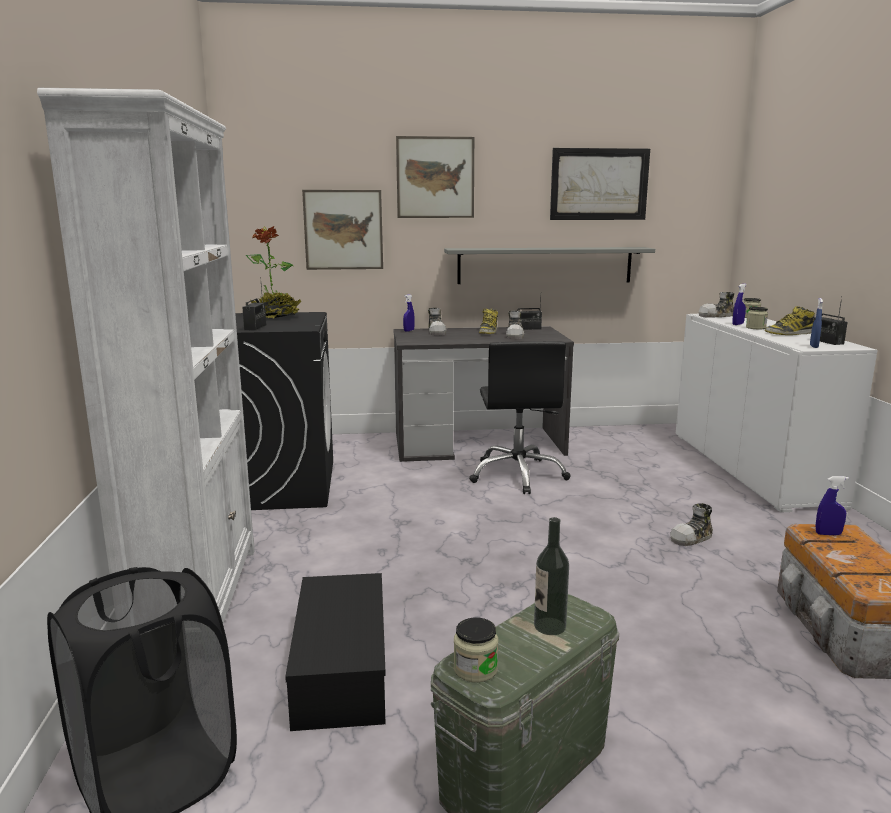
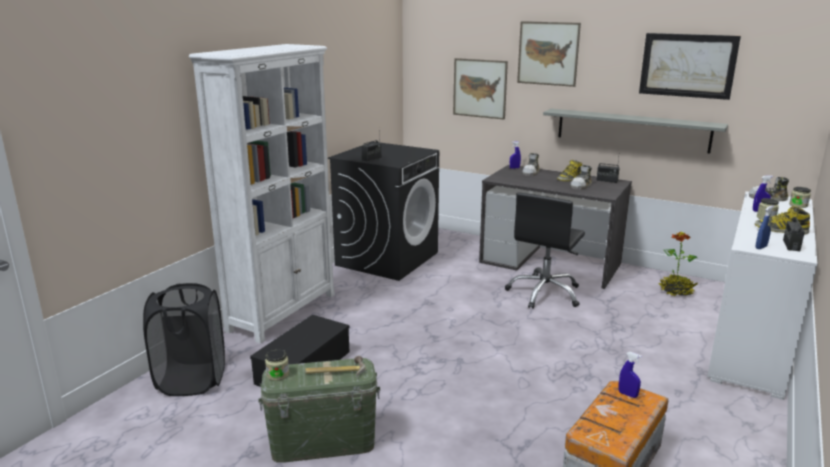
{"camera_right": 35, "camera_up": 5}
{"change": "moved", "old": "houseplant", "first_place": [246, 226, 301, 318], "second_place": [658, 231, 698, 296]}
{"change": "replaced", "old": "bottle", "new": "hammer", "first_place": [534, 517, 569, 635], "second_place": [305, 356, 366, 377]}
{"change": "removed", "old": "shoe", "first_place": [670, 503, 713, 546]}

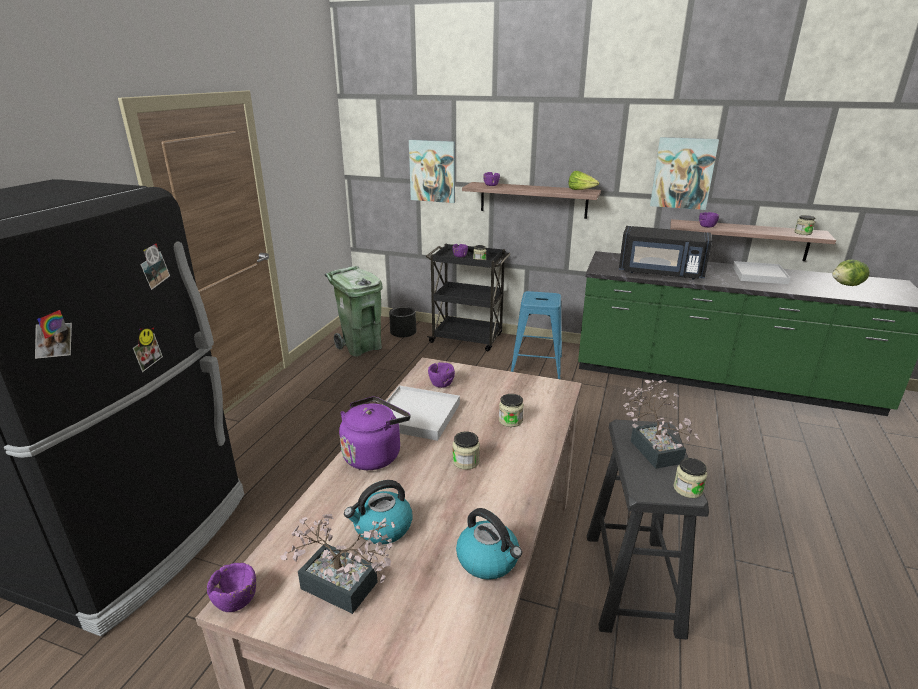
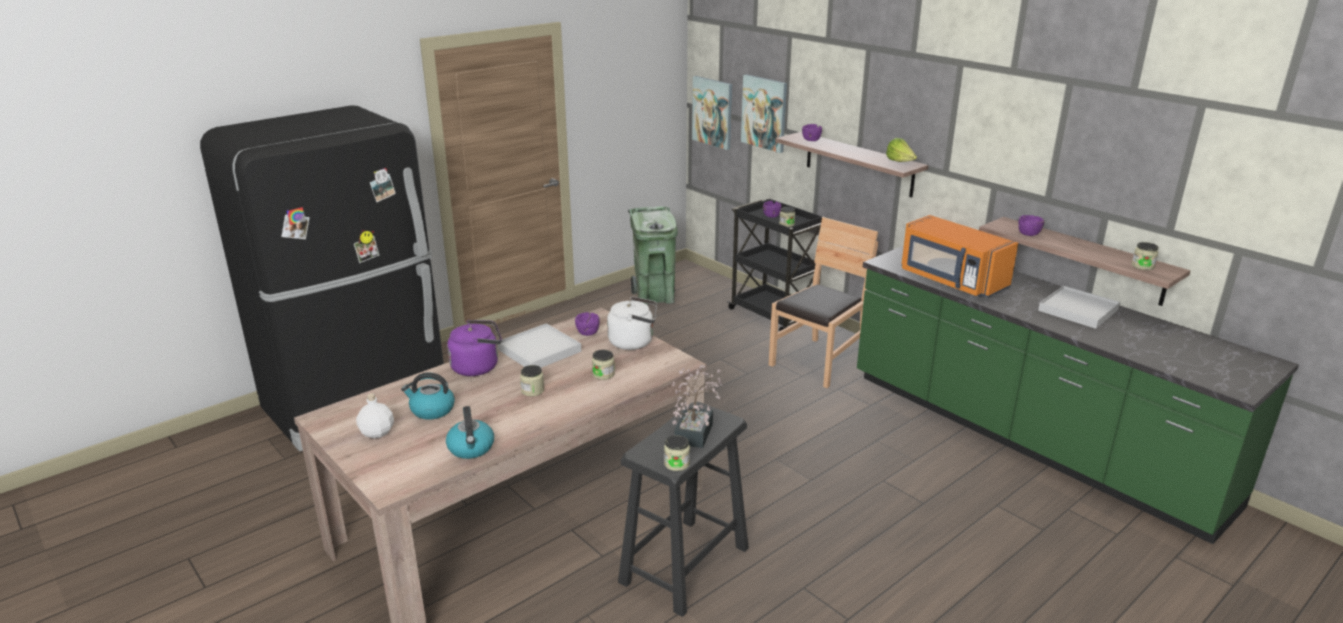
{"camera_right": 30, "camera_up": 0}
{"change": "removed", "old": "deep dish/purple", "first_place": [207, 563, 256, 612]}
{"change": "replaced", "old": "houseplant", "new": "bottle/white-coloured", "first_place": [280, 514, 395, 614], "second_place": [356, 393, 394, 438]}
{"change": "removed", "old": "plant pot/black-coloured", "first_place": [389, 306, 416, 338]}
{"change": "replaced", "old": "sitting stool/blue", "new": "chair/brown", "first_place": [511, 291, 562, 379], "second_place": [769, 217, 878, 388]}
{"change": "recoloured", "old": "microwave oven/black-coloured", "new": "microwave oven/orange-coloured", "first_place": [619, 226, 712, 280], "second_place": [901, 215, 1018, 298]}
{"change": "moved", "old": "wall art", "first_place": [650, 137, 719, 210], "second_place": [692, 76, 732, 150]}
{"change": "removed", "old": "lettuce head", "first_place": [832, 260, 870, 286]}
{"change": "added", "new": "water kettle/white-coloured", "second_place": [607, 296, 657, 350]}

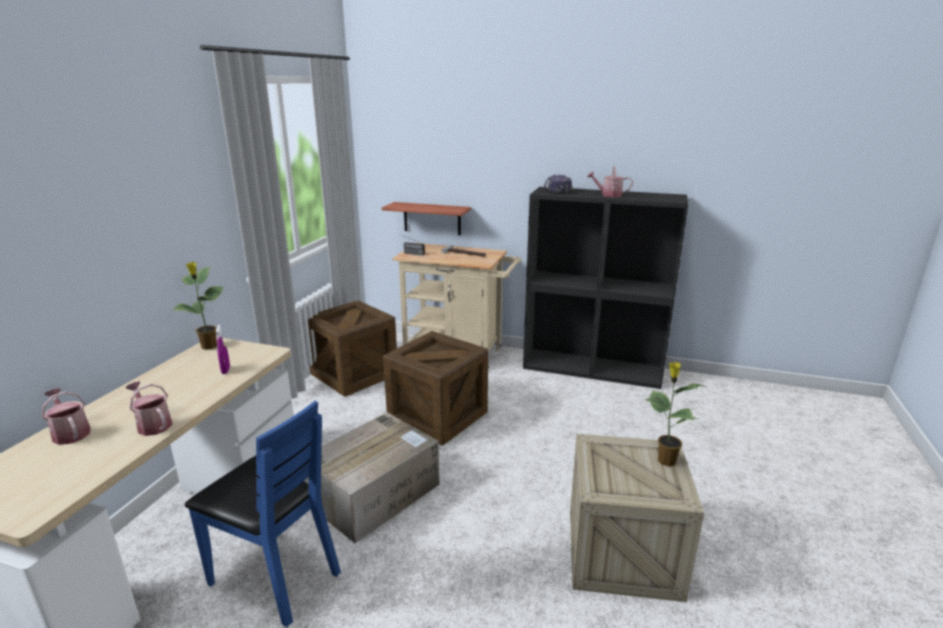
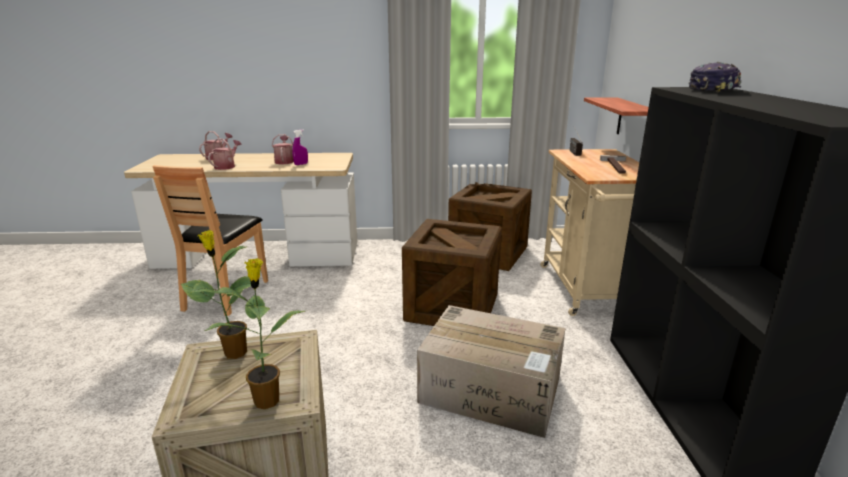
{"camera_right": 70, "camera_up": 0}
{"change": "moved", "old": "houseplant", "first_place": [173, 262, 224, 350], "second_place": [180, 230, 260, 359]}
{"change": "recoloured", "old": "chair/blue", "new": "chair/brown", "first_place": [185, 401, 341, 627], "second_place": [152, 165, 268, 316]}
{"change": "moved", "old": "carton", "first_place": [304, 412, 440, 543], "second_place": [417, 305, 565, 438]}
{"change": "moved", "old": "sprinkling can", "first_place": [587, 166, 633, 197], "second_place": [272, 134, 294, 164]}

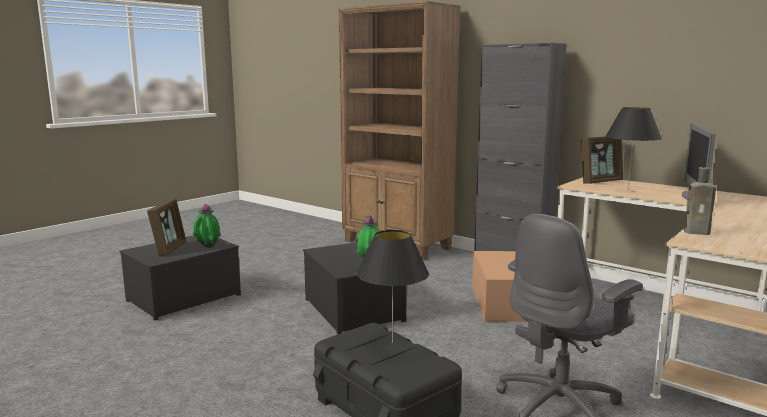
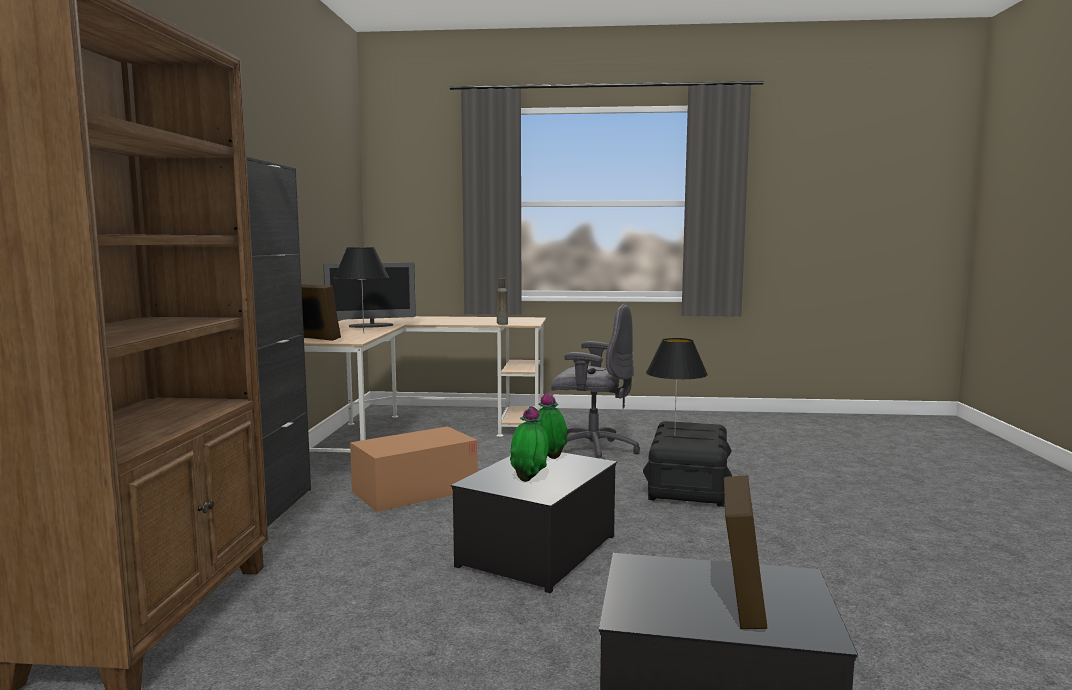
{"camera_right": -125, "camera_up": -5}
{"change": "turned", "old": "standing frame", "first_place": [147, 199, 186, 256], "second_place": [724, 475, 768, 629], "degrees": 135}
{"change": "moved", "old": "houseplant", "first_place": [193, 204, 221, 248], "second_place": [510, 406, 548, 482]}

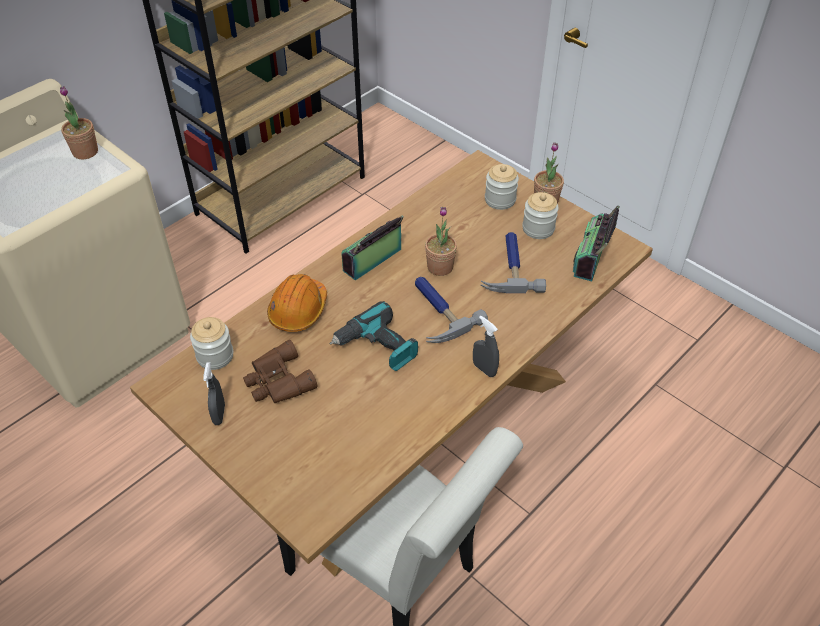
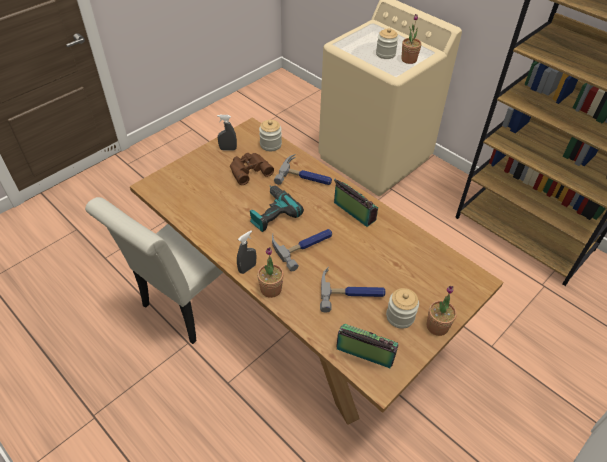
{"camera_right": 90, "camera_up": 0}
{"change": "replaced", "old": "work helmet/orange-coloured", "new": "hammer", "first_place": [267, 274, 327, 332], "second_place": [274, 154, 332, 185]}
{"change": "moved", "old": "houseplant", "first_place": [425, 207, 457, 276], "second_place": [257, 247, 284, 298]}
{"change": "moved", "old": "preserve jar", "first_place": [485, 164, 519, 210], "second_place": [376, 28, 398, 59]}

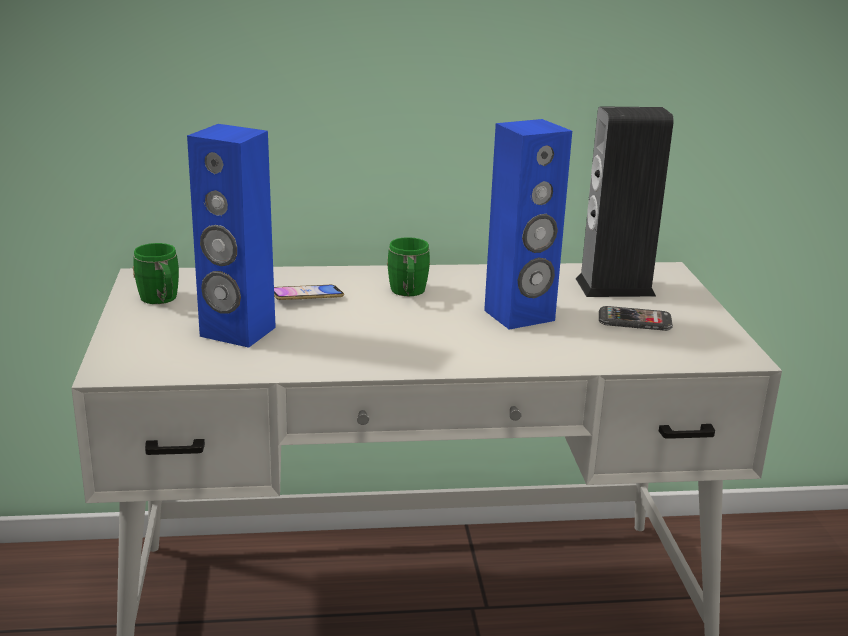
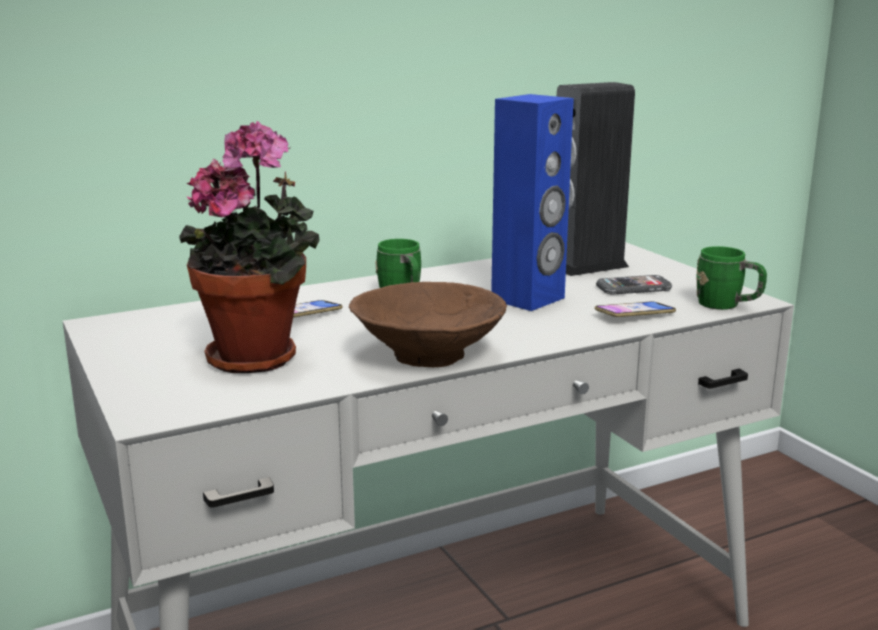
{"camera_right": -20, "camera_up": -5}
{"change": "moved", "old": "tea mug/green-coloured", "first_place": [132, 243, 179, 304], "second_place": [696, 246, 767, 310]}
{"change": "replaced", "old": "speaker/blue", "new": "houseplant", "first_place": [187, 124, 276, 348], "second_place": [179, 121, 320, 373]}
{"change": "added", "new": "deep dish/brown", "second_place": [349, 282, 507, 367]}
{"change": "added", "new": "handset", "second_place": [595, 302, 676, 317]}

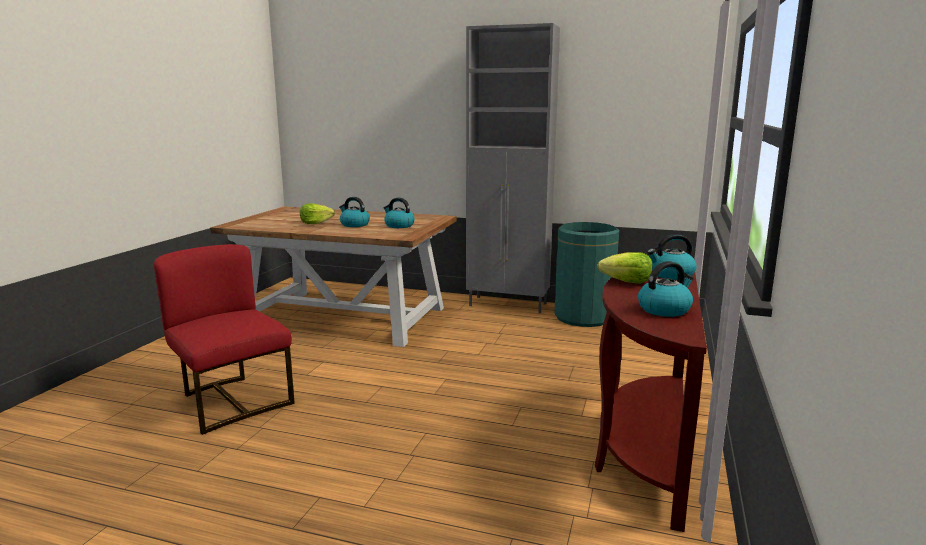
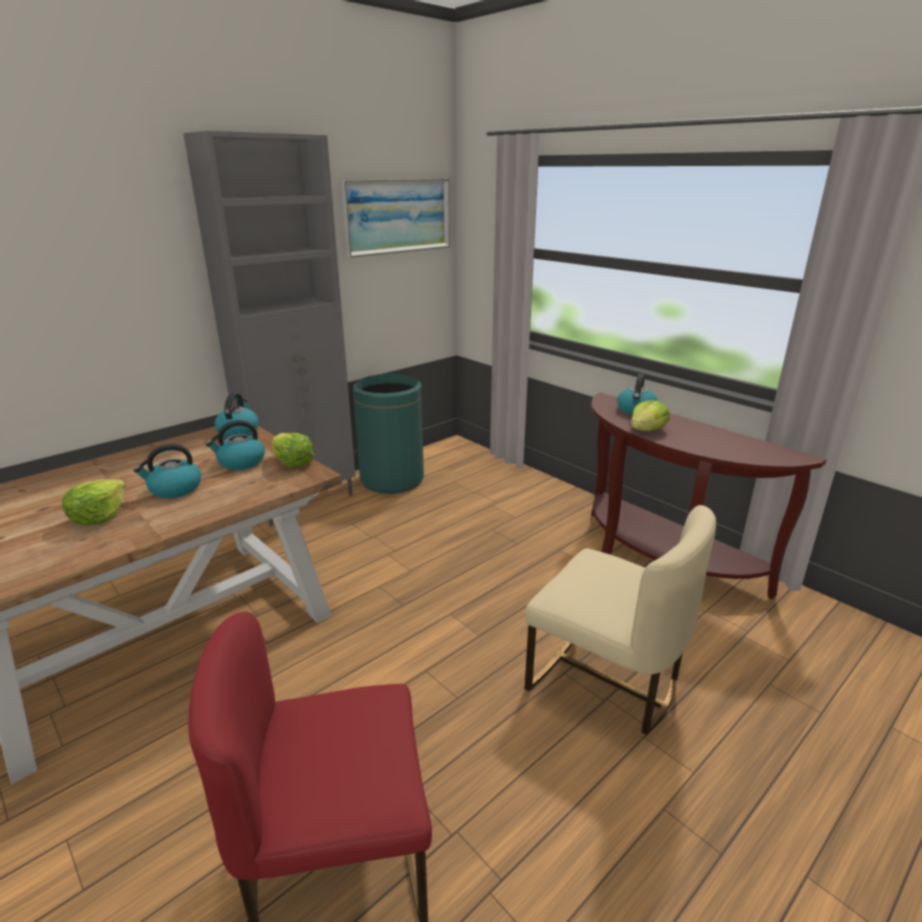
{"camera_right": -60, "camera_up": 10}
{"change": "moved", "old": "water kettle", "first_place": [638, 261, 694, 317], "second_place": [215, 393, 259, 438]}
{"change": "added", "new": "lettuce head", "second_place": [272, 433, 315, 468]}
{"change": "added", "new": "wall art", "second_place": [341, 179, 450, 258]}
{"change": "added", "new": "chair/beige-coloured", "second_place": [525, 505, 716, 735]}

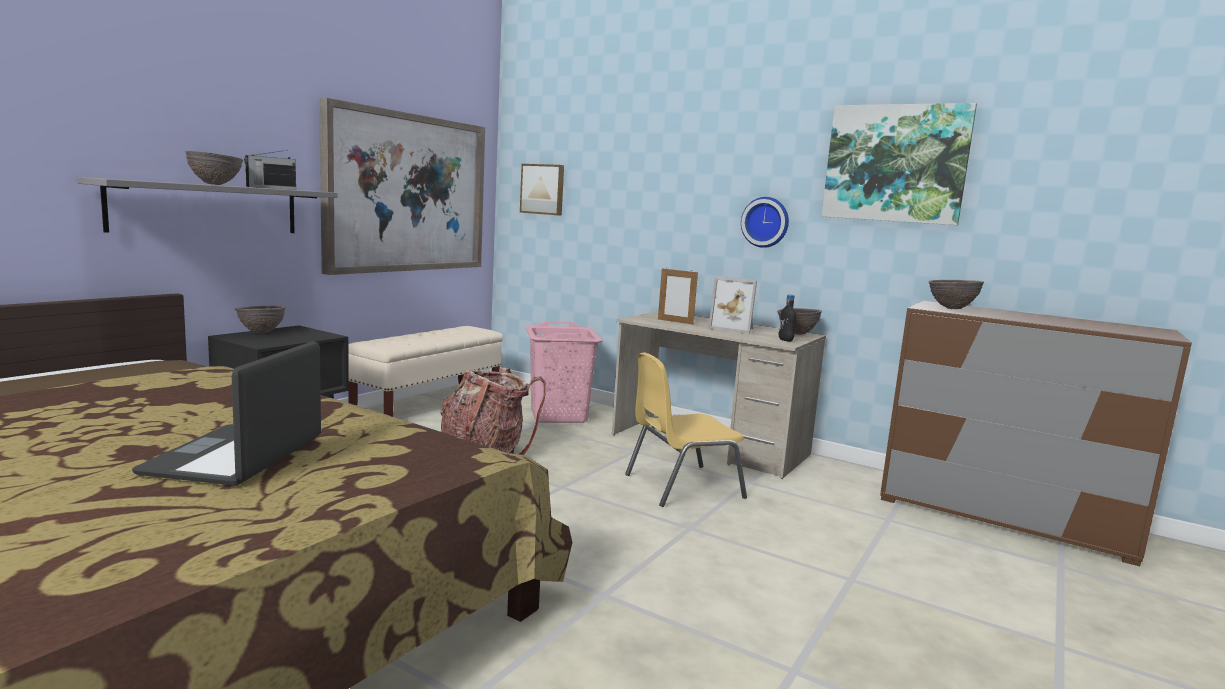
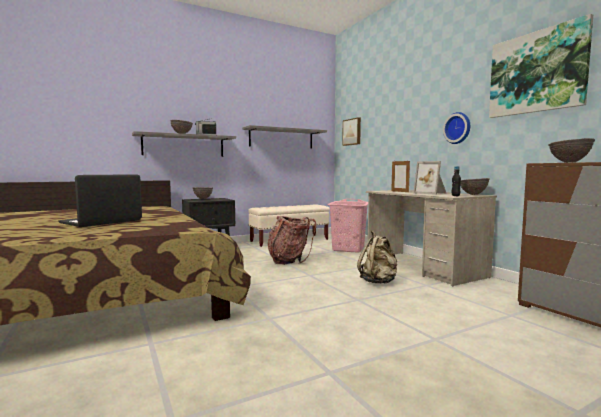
{"camera_right": 30, "camera_up": -5}
{"change": "replaced", "old": "wall art", "new": "wall shelf/gray", "first_place": [319, 98, 485, 275], "second_place": [242, 125, 327, 149]}
{"change": "replaced", "old": "chair/yellow-coloured", "new": "rucksack/beige-coloured", "first_place": [625, 352, 747, 507], "second_place": [357, 230, 397, 284]}

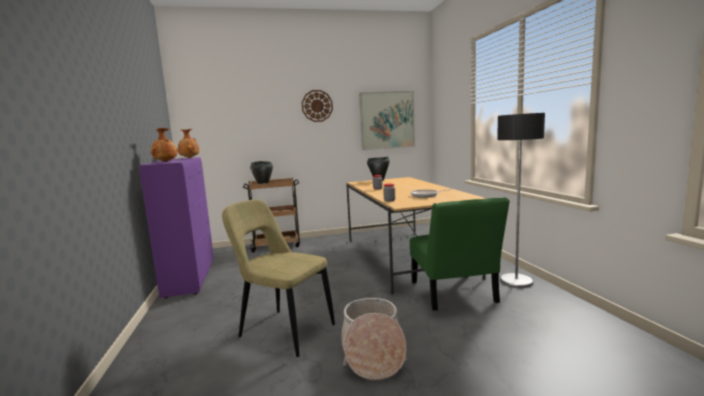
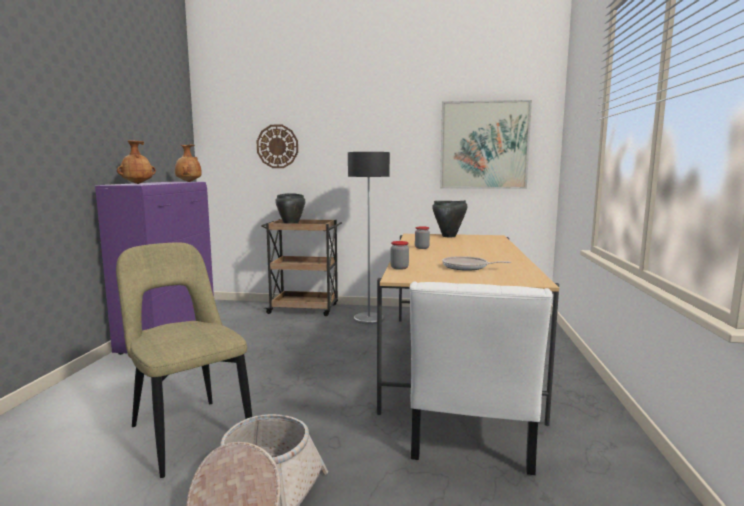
{"camera_right": 20, "camera_up": 0}
{"change": "moved", "old": "wall clock", "first_place": [302, 90, 333, 122], "second_place": [257, 125, 298, 168]}
{"change": "recoloured", "old": "chair/green-coloured", "new": "chair/white-coloured", "first_place": [410, 197, 510, 311], "second_place": [410, 281, 553, 475]}
{"change": "moved", "old": "floor lamp", "first_place": [497, 113, 545, 288], "second_place": [348, 152, 390, 324]}

